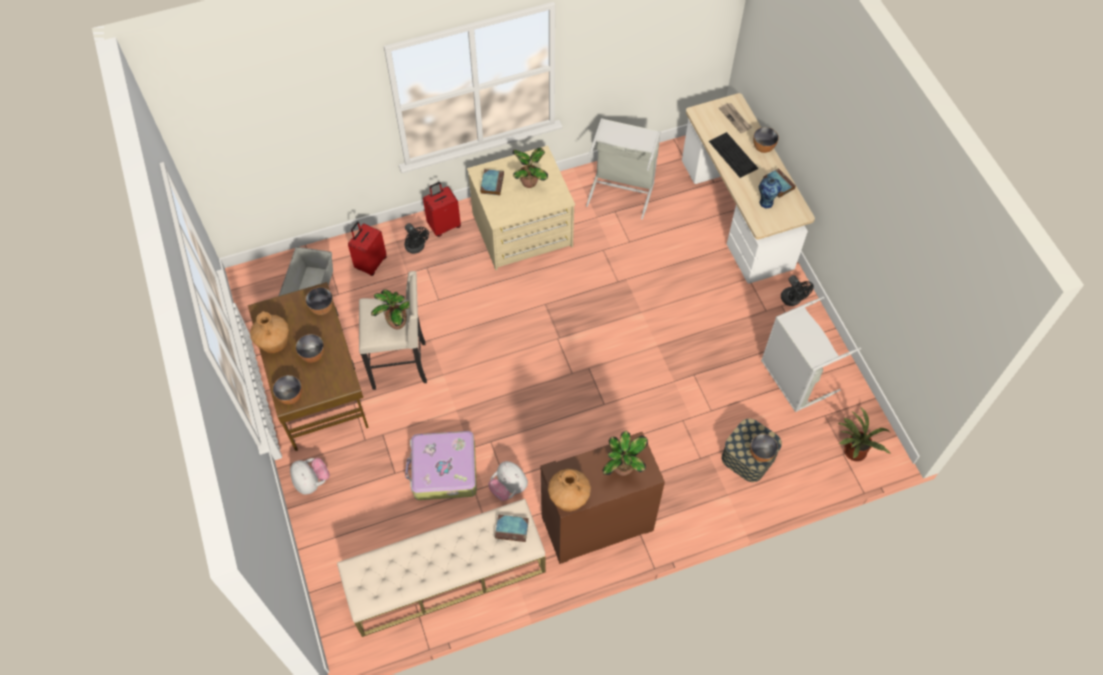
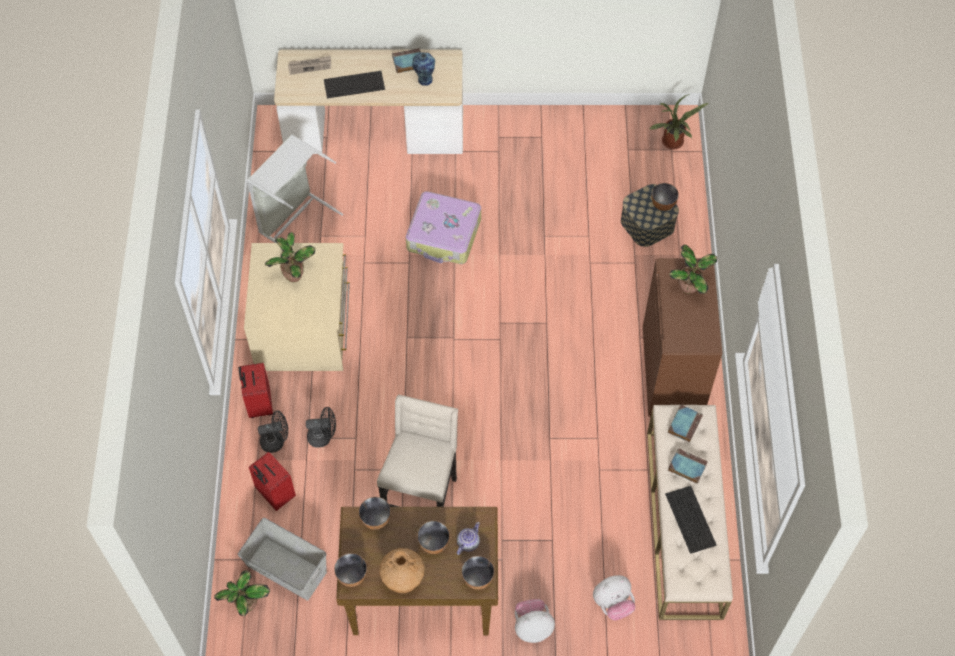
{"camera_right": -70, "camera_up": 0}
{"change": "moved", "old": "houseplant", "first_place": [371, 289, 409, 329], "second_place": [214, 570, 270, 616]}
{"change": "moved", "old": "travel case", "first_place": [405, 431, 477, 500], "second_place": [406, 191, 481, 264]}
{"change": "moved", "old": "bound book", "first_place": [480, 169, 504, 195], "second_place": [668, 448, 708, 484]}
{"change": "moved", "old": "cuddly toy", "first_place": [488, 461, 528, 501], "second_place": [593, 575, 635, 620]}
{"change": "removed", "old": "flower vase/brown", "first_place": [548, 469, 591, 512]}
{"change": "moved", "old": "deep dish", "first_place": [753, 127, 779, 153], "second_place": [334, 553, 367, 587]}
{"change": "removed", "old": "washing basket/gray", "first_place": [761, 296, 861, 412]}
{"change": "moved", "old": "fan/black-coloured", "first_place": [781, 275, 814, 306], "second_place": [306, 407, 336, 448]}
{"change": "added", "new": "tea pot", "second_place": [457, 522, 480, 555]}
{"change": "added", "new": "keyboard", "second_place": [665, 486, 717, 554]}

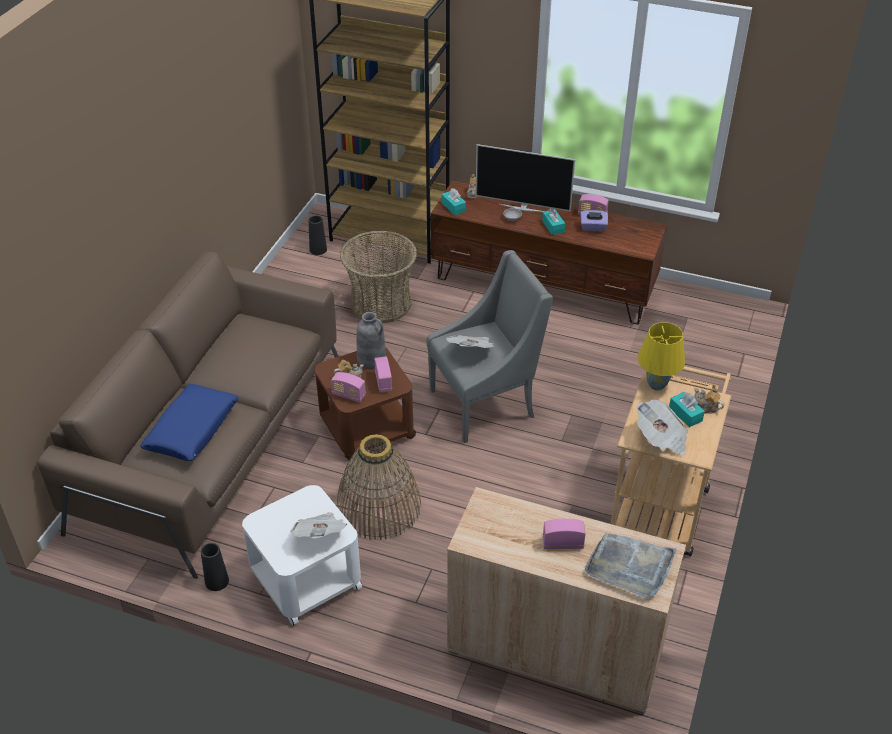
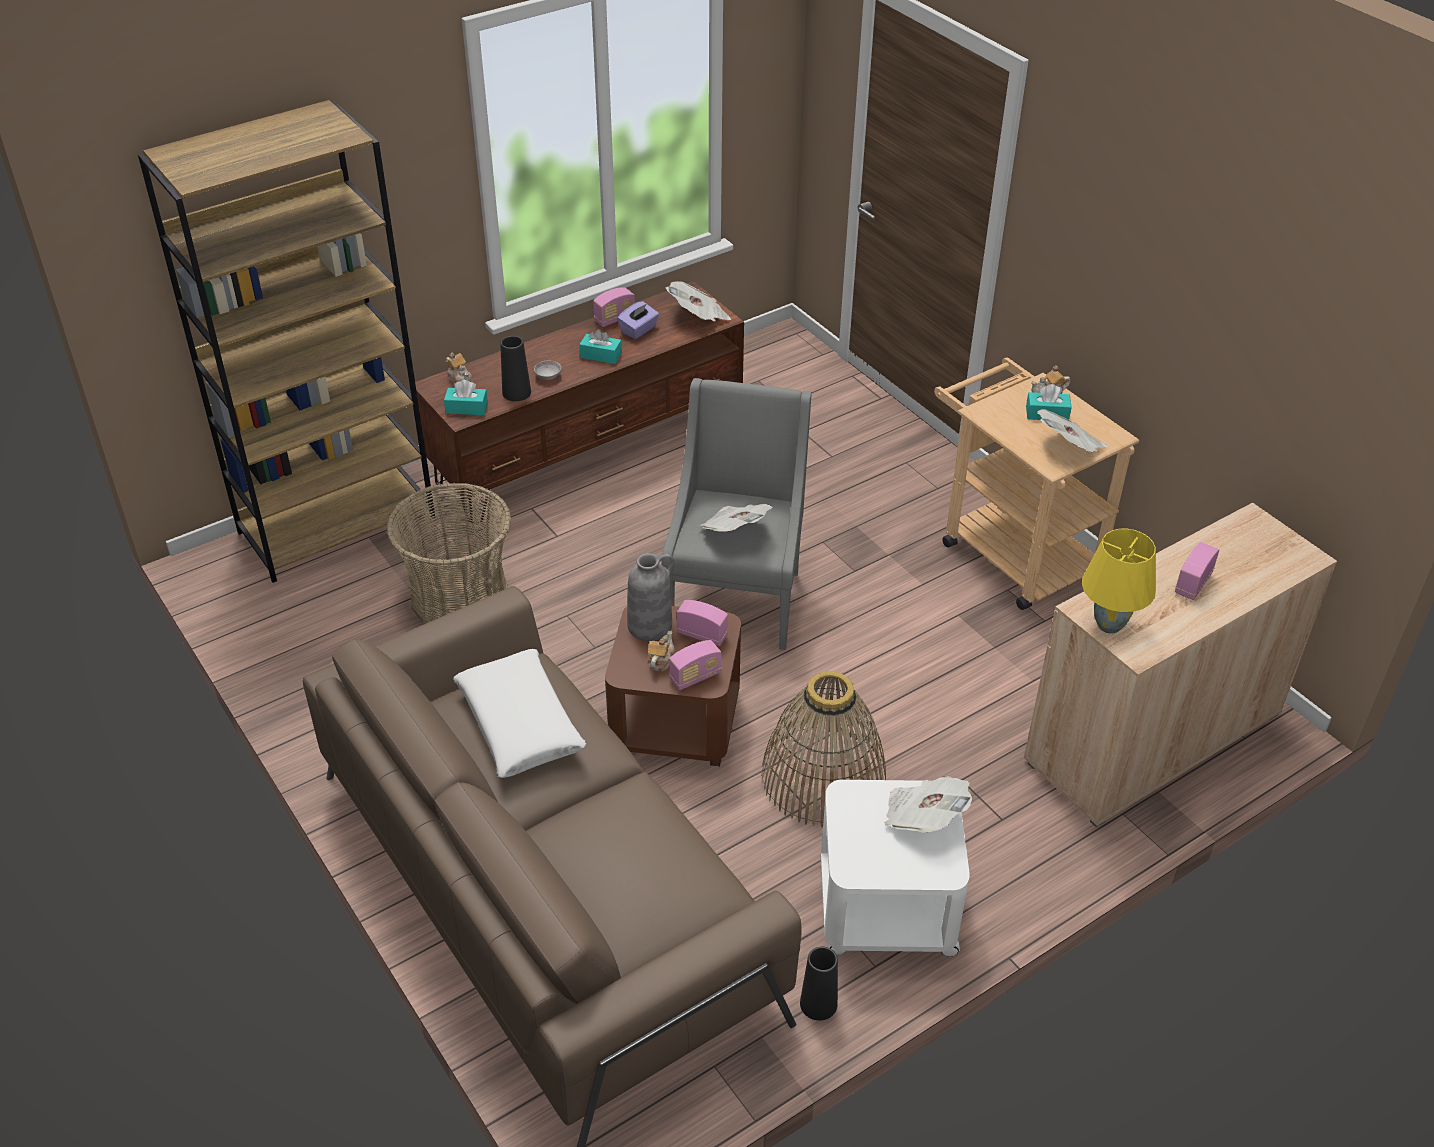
{"camera_right": -55, "camera_up": 0}
{"change": "removed", "old": "pillow/blue", "first_place": [140, 384, 239, 461]}
{"change": "moved", "old": "flower vase/black-coloured", "first_place": [309, 216, 327, 255], "second_place": [500, 336, 531, 401]}
{"change": "removed", "old": "television", "first_place": [476, 144, 575, 212]}
{"change": "removed", "old": "serving tray/gray", "first_place": [585, 532, 677, 598]}
{"change": "moved", "old": "tabletop lamp/yellow-coloured", "first_place": [638, 322, 685, 391], "second_place": [1082, 528, 1156, 633]}
{"change": "added", "new": "pillow/white-coloured", "second_place": [453, 649, 586, 778]}
{"change": "added", "new": "daily paper", "second_place": [665, 281, 731, 321]}

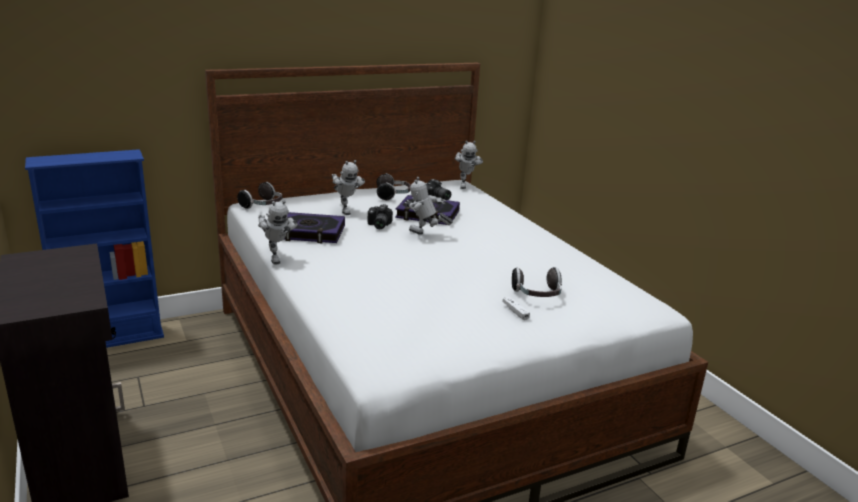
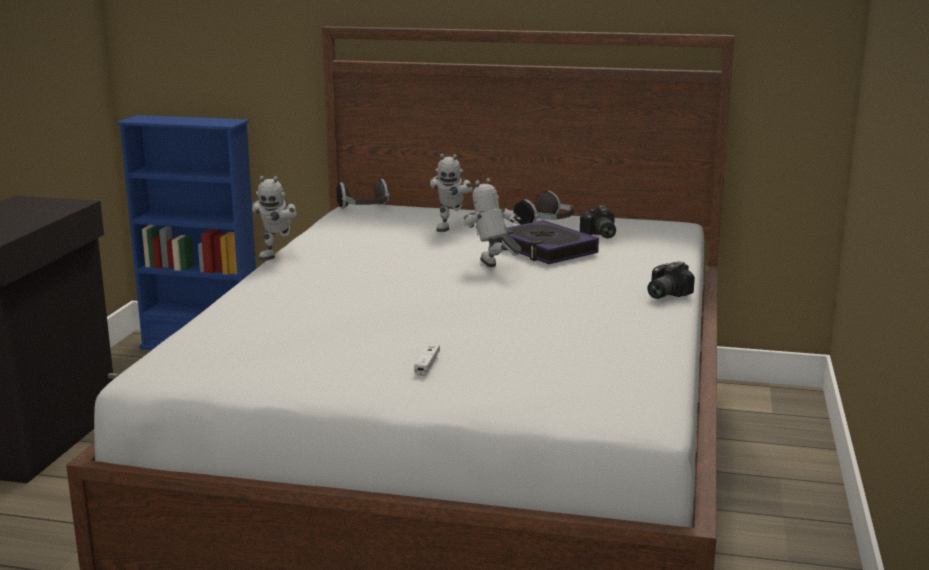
{"camera_right": 40, "camera_up": -5}
{"change": "removed", "old": "bound book", "first_place": [285, 212, 345, 243]}
{"change": "moved", "old": "still camera", "first_place": [368, 204, 393, 229], "second_place": [647, 261, 695, 299]}
{"change": "removed", "old": "model robot", "first_place": [455, 141, 483, 189]}
{"change": "removed", "old": "headphones", "first_place": [512, 267, 562, 297]}

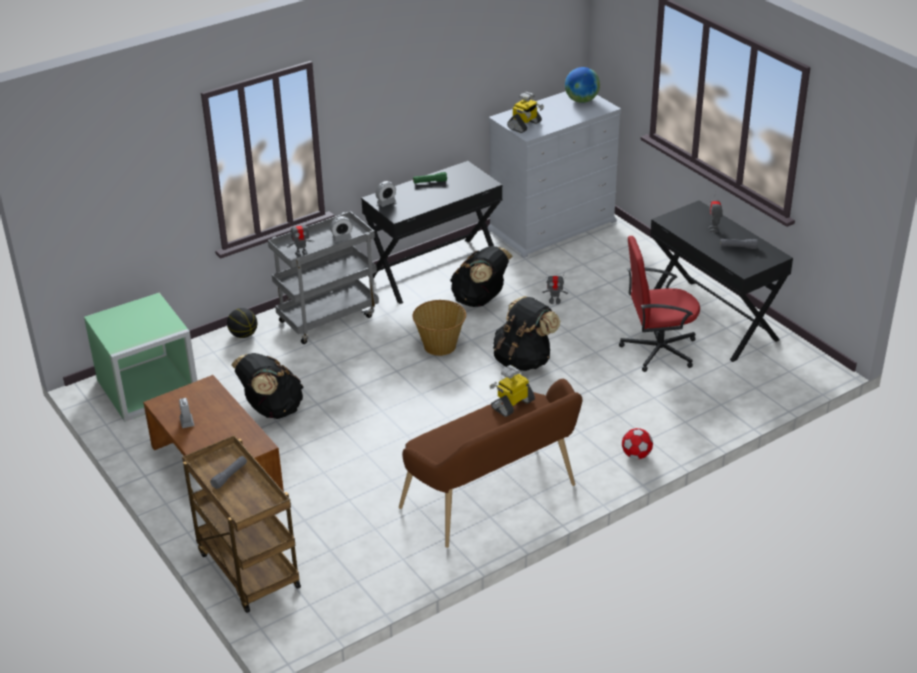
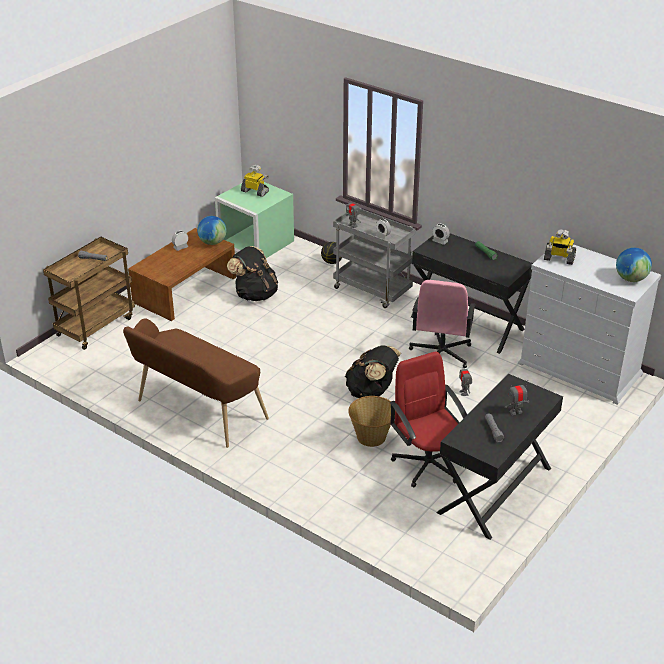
{"camera_right": 70, "camera_up": 0}
{"change": "moved", "old": "storage basket", "first_place": [412, 300, 466, 356], "second_place": [348, 396, 391, 447]}
{"change": "replaced", "old": "rucksack/black-coloured", "new": "computer chair/pinkish", "first_place": [450, 246, 513, 307], "second_place": [409, 280, 476, 368]}
{"change": "moved", "old": "model robot", "first_place": [490, 365, 535, 417], "second_place": [241, 165, 269, 197]}
{"change": "removed", "old": "football ball", "first_place": [622, 428, 653, 459]}
{"change": "added", "new": "globe", "second_place": [197, 216, 226, 245]}

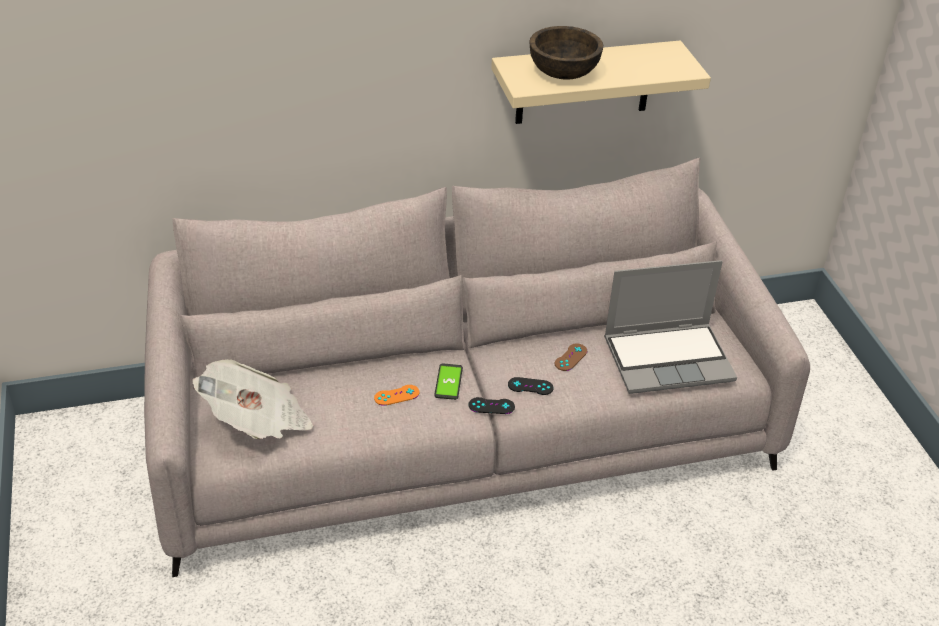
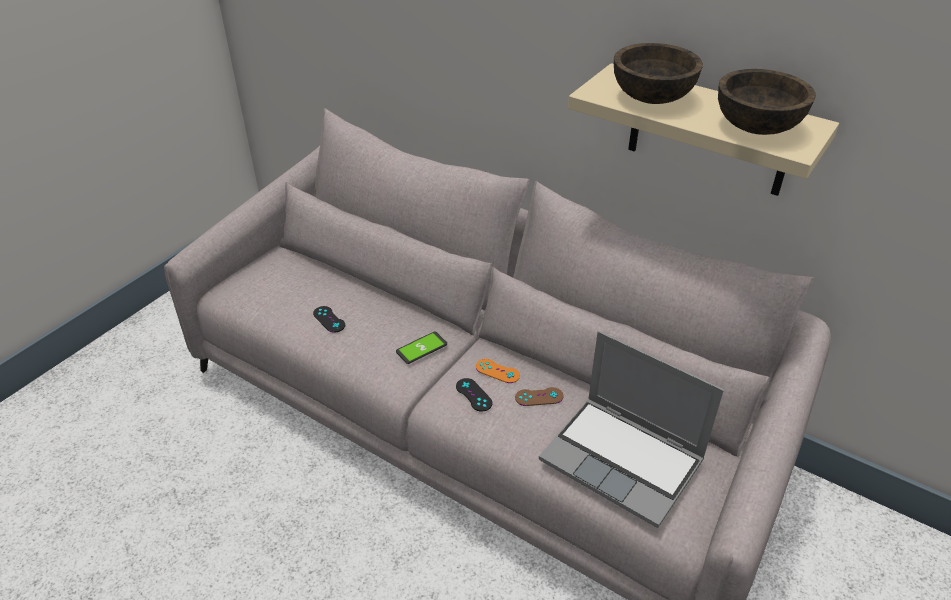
{"camera_right": 50, "camera_up": 0}
{"change": "removed", "old": "daily paper", "first_place": [192, 359, 313, 440]}
{"change": "moved", "old": "joypad/orange-coloured", "first_place": [374, 385, 419, 406], "second_place": [476, 359, 520, 383]}
{"change": "moved", "old": "joypad/black-coloured", "first_place": [468, 397, 515, 414], "second_place": [313, 306, 345, 333]}
{"change": "added", "new": "deep dish/brown", "second_place": [718, 69, 816, 135]}

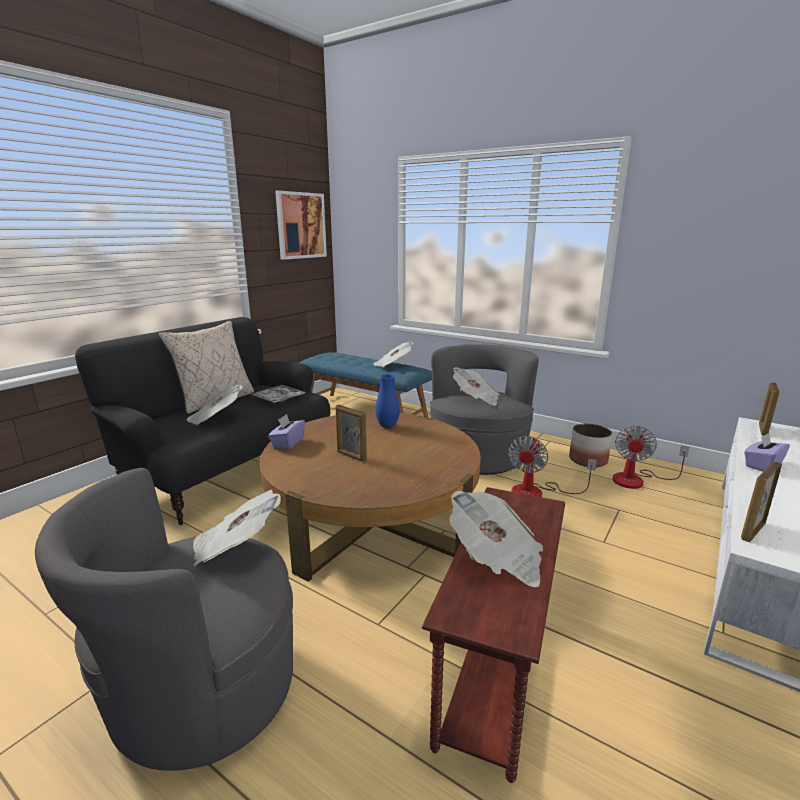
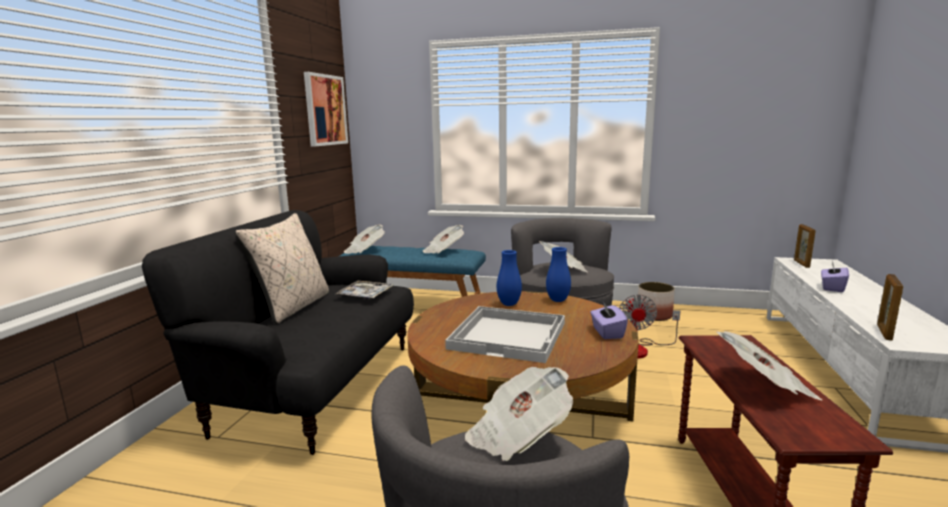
{"camera_right": -20, "camera_up": -5}
{"change": "moved", "old": "daily paper", "first_place": [187, 385, 243, 426], "second_place": [344, 225, 385, 254]}
{"change": "moved", "old": "tissue box/purple", "first_place": [268, 414, 305, 450], "second_place": [590, 302, 628, 339]}
{"change": "replaced", "old": "standing frame", "new": "serving tray/white-coloured", "first_place": [336, 405, 367, 462], "second_place": [445, 306, 565, 363]}
{"change": "removed", "old": "fan", "first_place": [613, 426, 689, 489]}
{"change": "added", "new": "flower vase/blue", "second_place": [546, 247, 571, 302]}

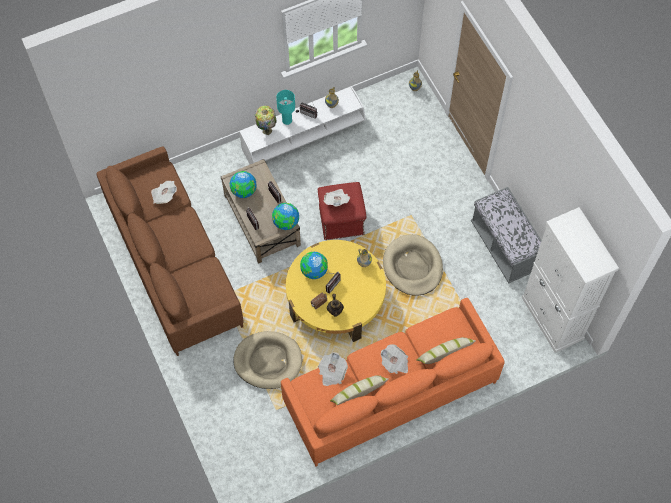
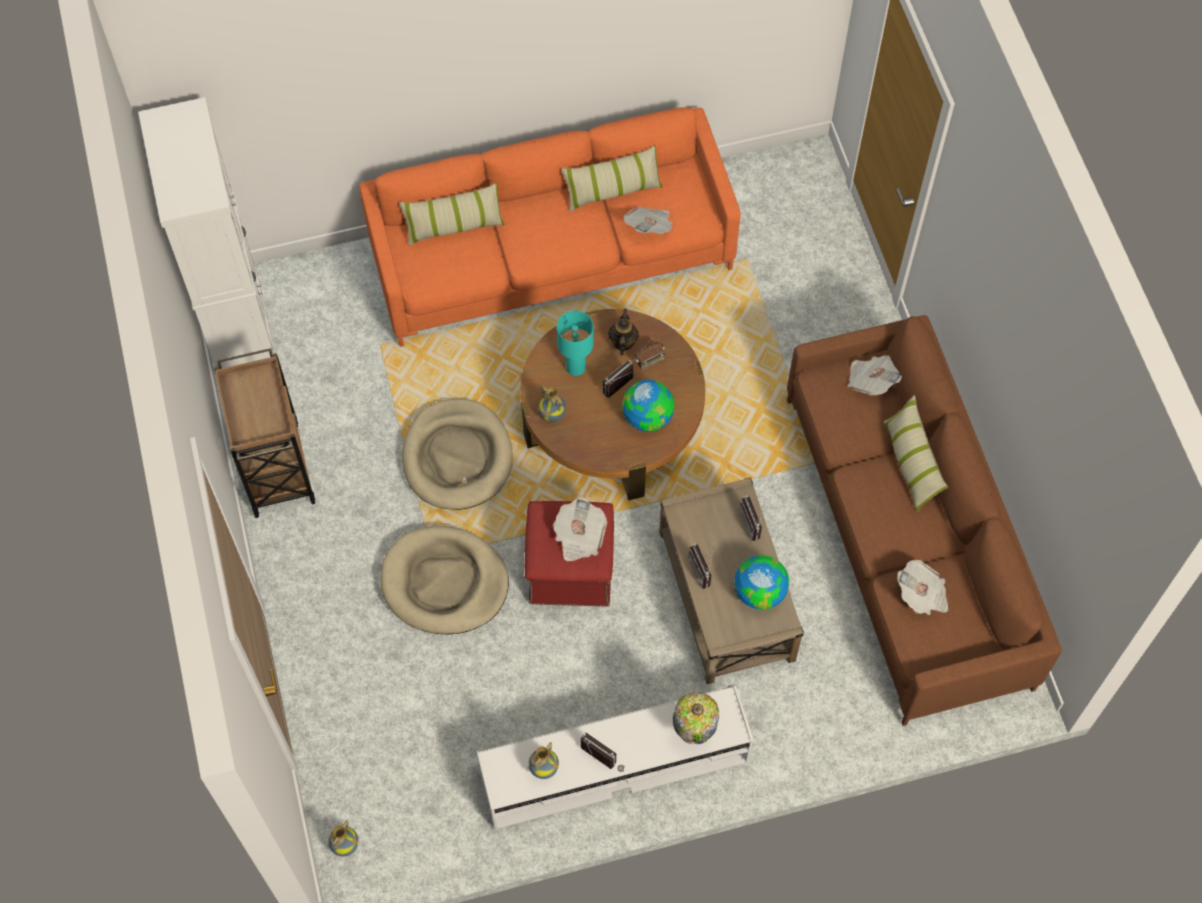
{"camera_right": -170, "camera_up": 0}
{"change": "moved", "old": "dog cushion/beige-coloured", "first_place": [233, 331, 302, 389], "second_place": [380, 526, 509, 634]}
{"change": "removed", "old": "globe", "first_place": [272, 203, 299, 230]}
{"change": "moved", "old": "tabletop lamp/blue-green", "first_place": [276, 90, 295, 125], "second_place": [557, 311, 594, 376]}
{"change": "recoloured", "old": "low table/yellow-coloured", "new": "low table/brown", "first_place": [286, 240, 386, 342], "second_place": [520, 309, 705, 501]}
{"change": "moved", "old": "daily paper", "first_place": [381, 344, 408, 374], "second_place": [848, 355, 902, 395]}
{"change": "replaced", "old": "long seat/gray", "new": "trolley/brown", "first_place": [471, 187, 542, 283], "second_place": [214, 348, 316, 518]}
{"change": "added", "new": "pillow", "second_place": [884, 395, 948, 512]}

